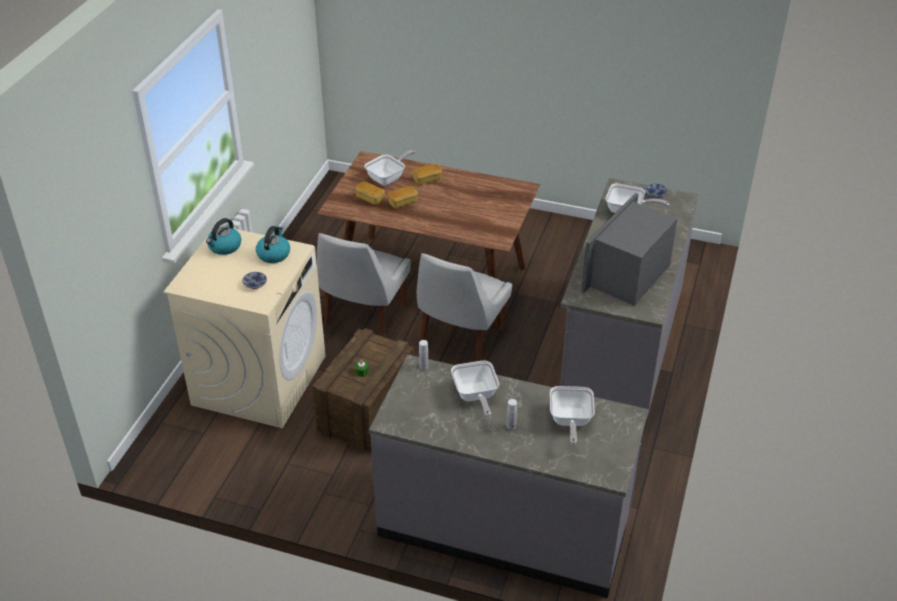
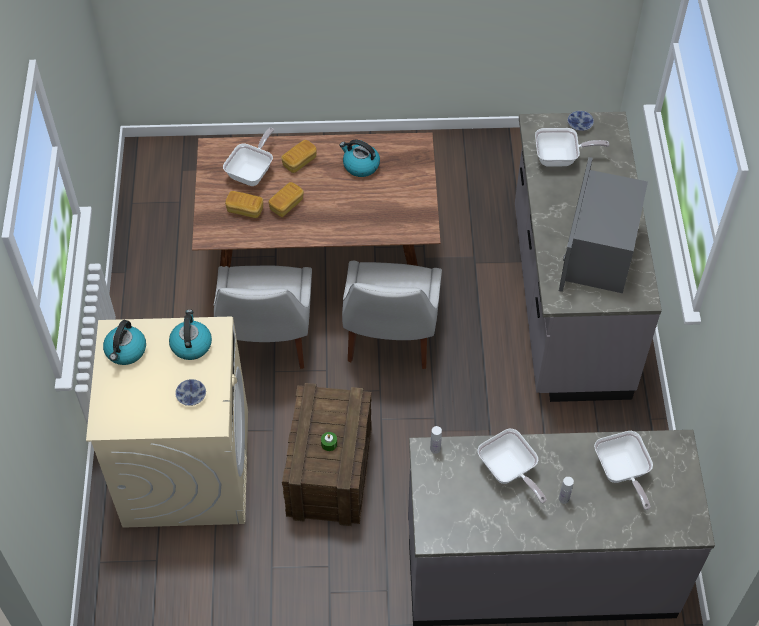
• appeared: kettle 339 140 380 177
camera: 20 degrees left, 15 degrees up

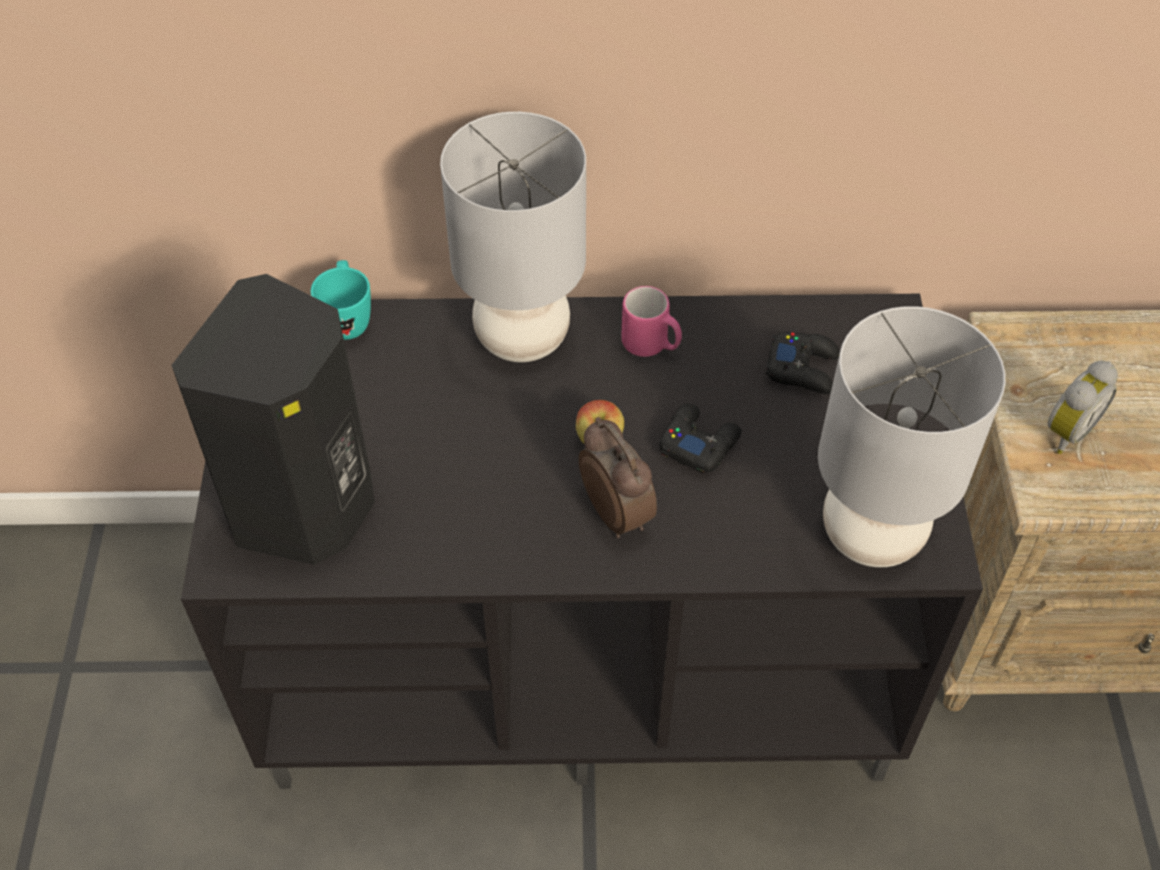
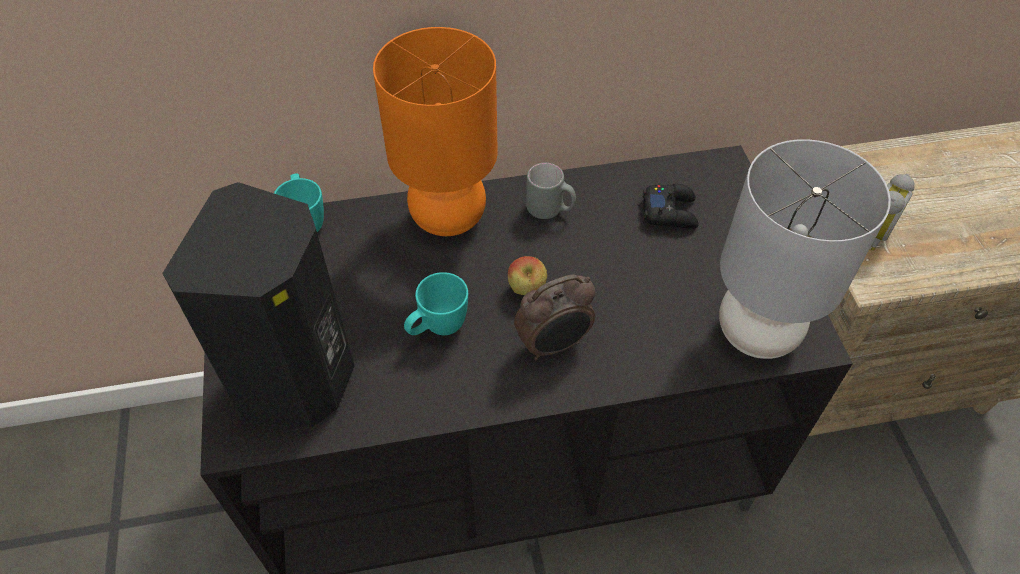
• colour: table lamp/grey 440 112 586 362 to table lamp/orange 373 27 498 236
• colour: mug/pink 621 286 682 357 to mug/grey 526 163 576 219
• missing: game controller/black 659 404 742 473
• spun: alarm clock 579 417 657 538 = 514 274 595 360 105 degrees clockwise
• appeared: mug/turquoise 404 272 468 335
camera: 10 degrees left, 0 degrees up

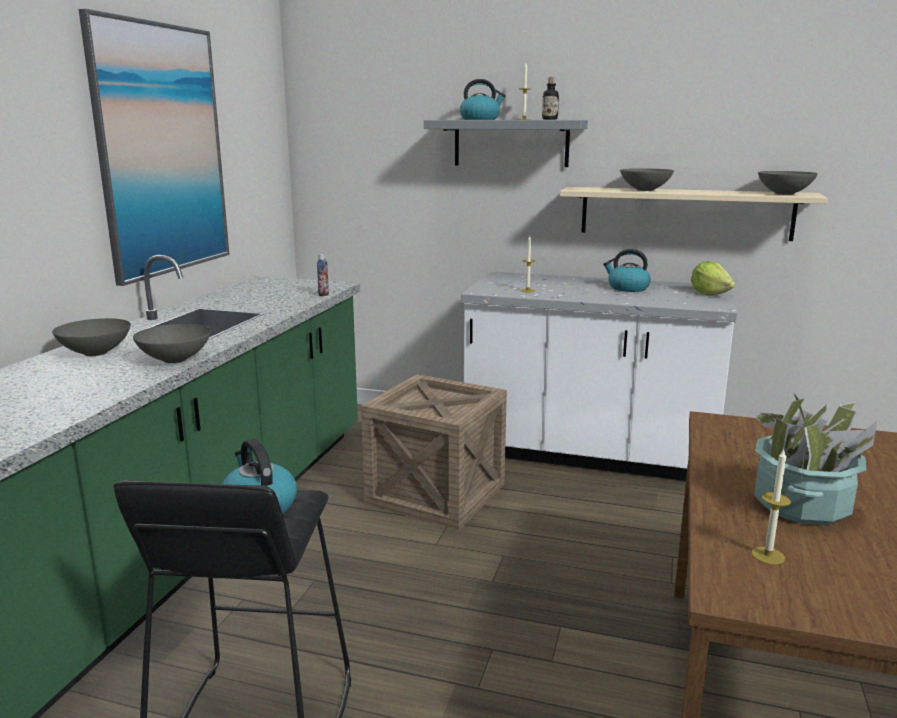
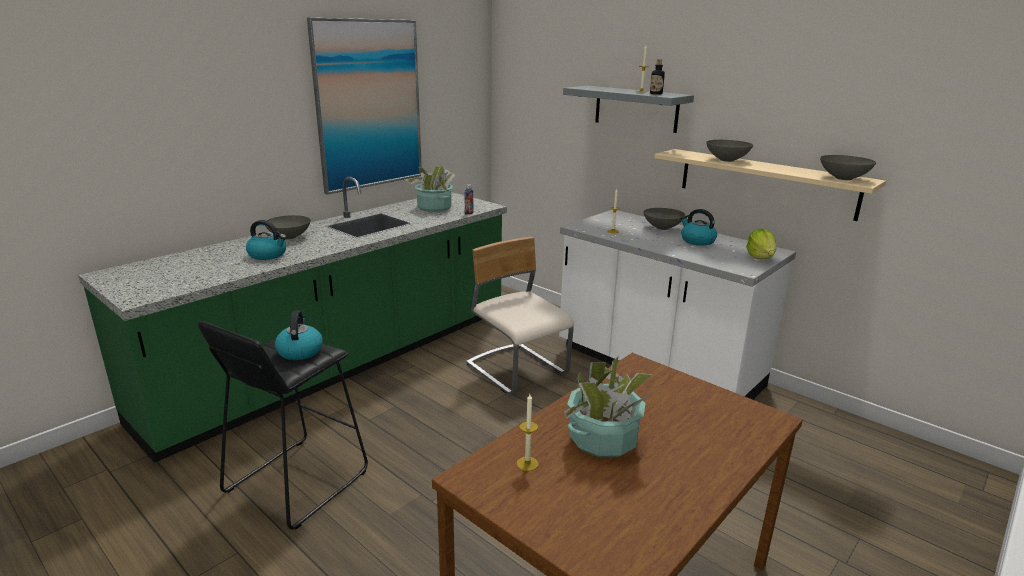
• relocated: kettle 460 79 506 120 to 246 220 286 260
• relocated: bowl/grey 133 324 211 363 to 643 208 685 230
• exchanged: crate 361 374 507 530 to chair/beige 466 237 574 395
• appeared: potted plant 404 166 455 212
camera: 25 degrees right, 5 degrees up

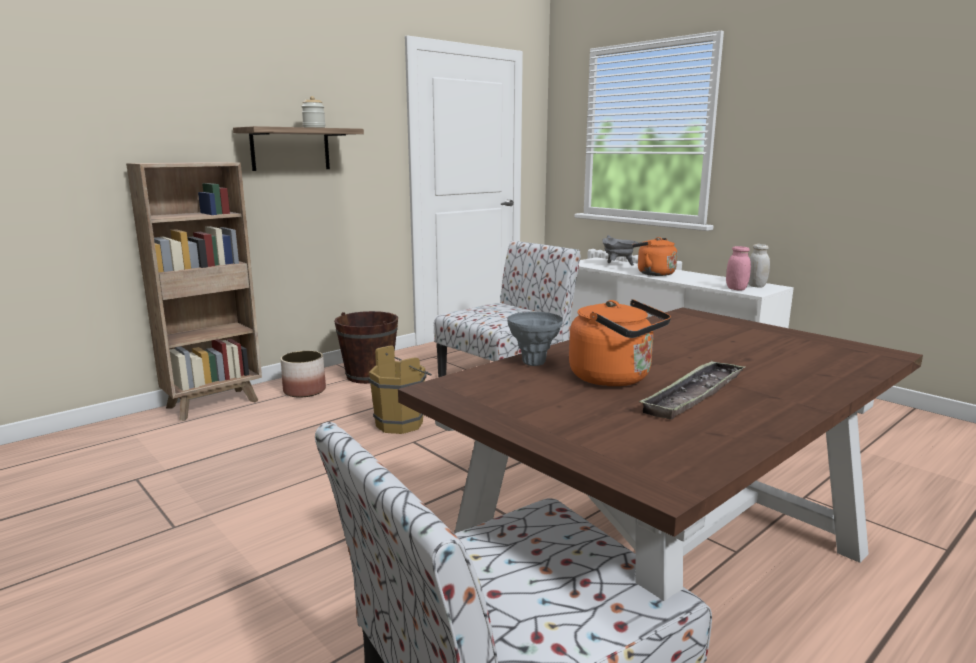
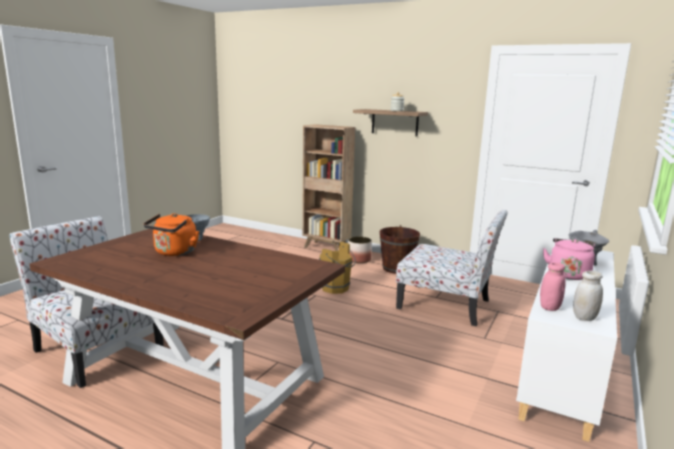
• colour: kettle/orange 632 237 677 276 to kettle/pink 543 238 595 280
• missing: tray 639 360 746 420
camera: 70 degrees right, 0 degrees up

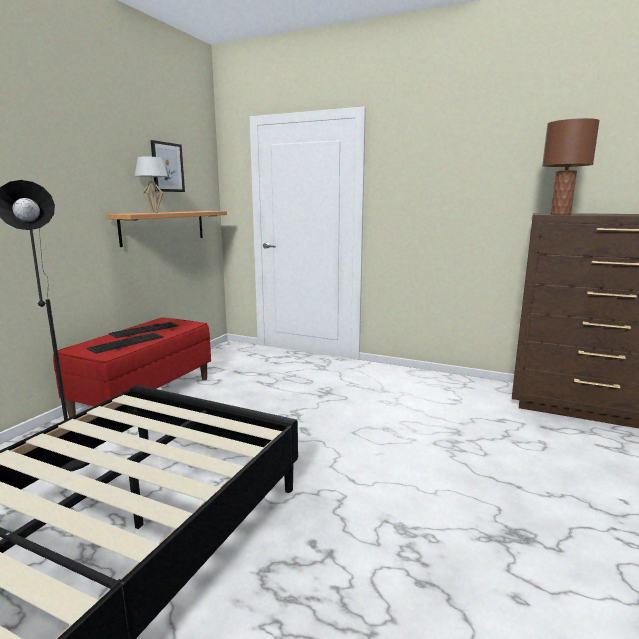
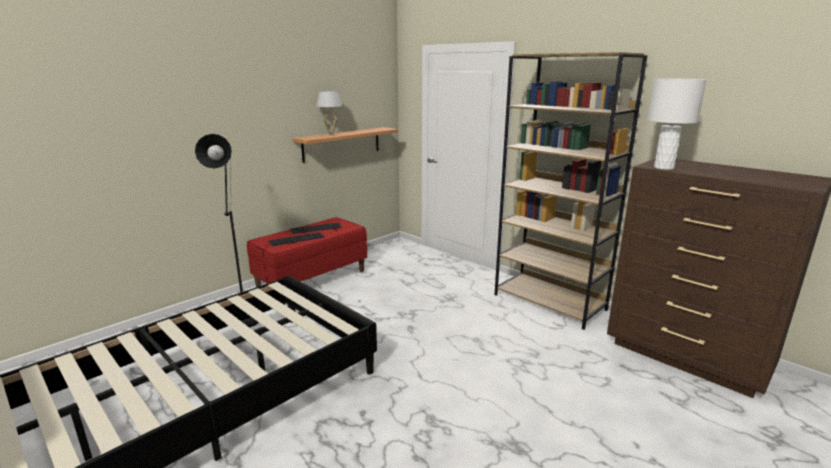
• colour: table lamp/brown 542 118 600 215 to table lamp/white 648 79 707 170
• missing: picture 151 140 185 192
• appeared: bookcase/brown 494 52 647 330
camera: 20 degrees right, 5 degrees up

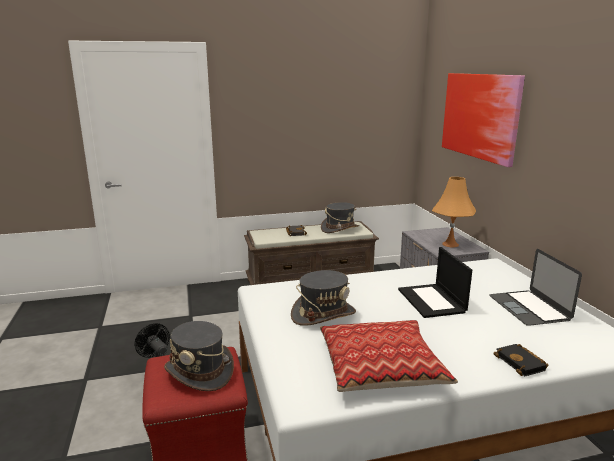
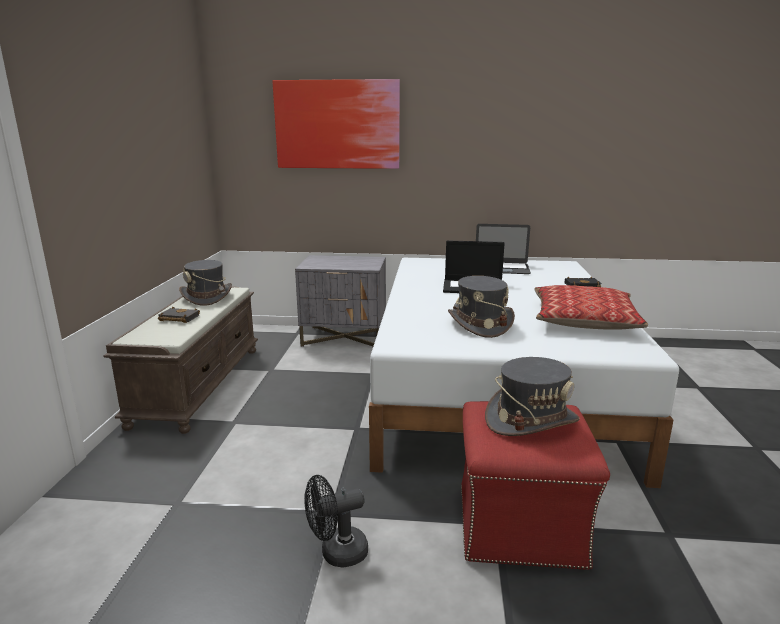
• missing: table lamp/orange 432 177 476 248
camera: 70 degrees left, 0 degrees up

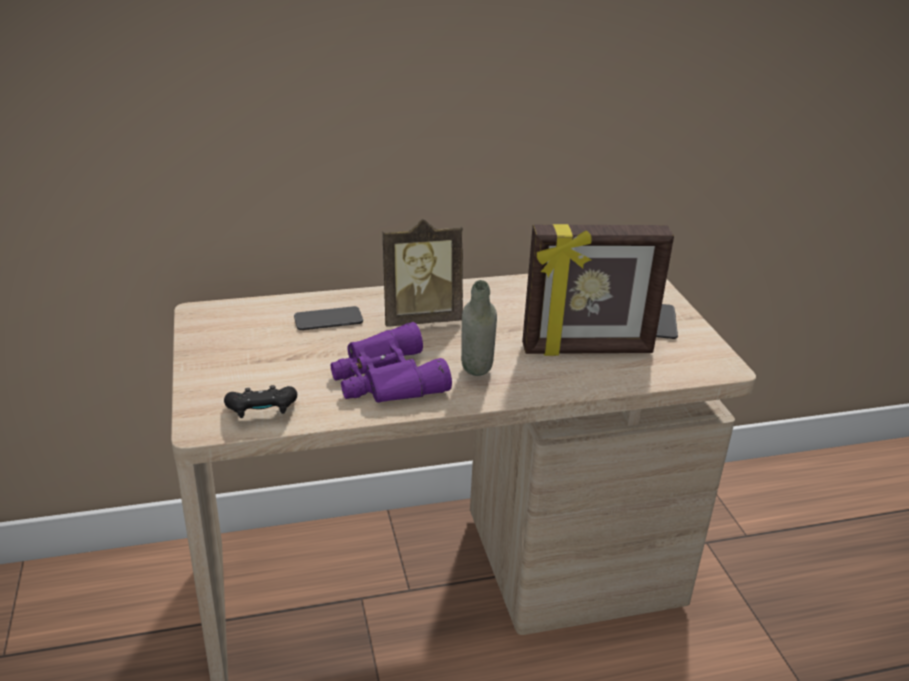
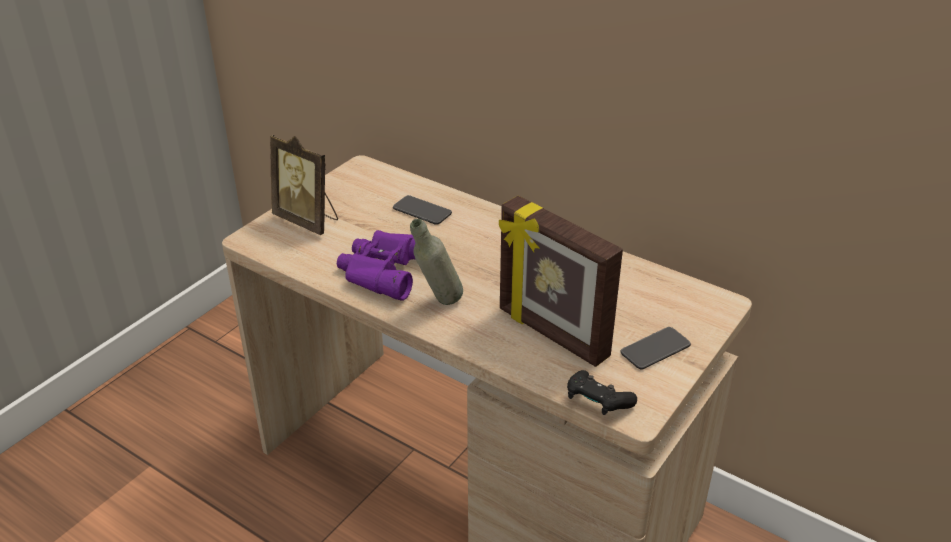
• relocated: picture frame 383 219 463 327 to 270 135 338 235
• relocated: game controller/black 224 385 297 418 to 567 370 637 415
camera: 50 degrees right, 5 degrees up

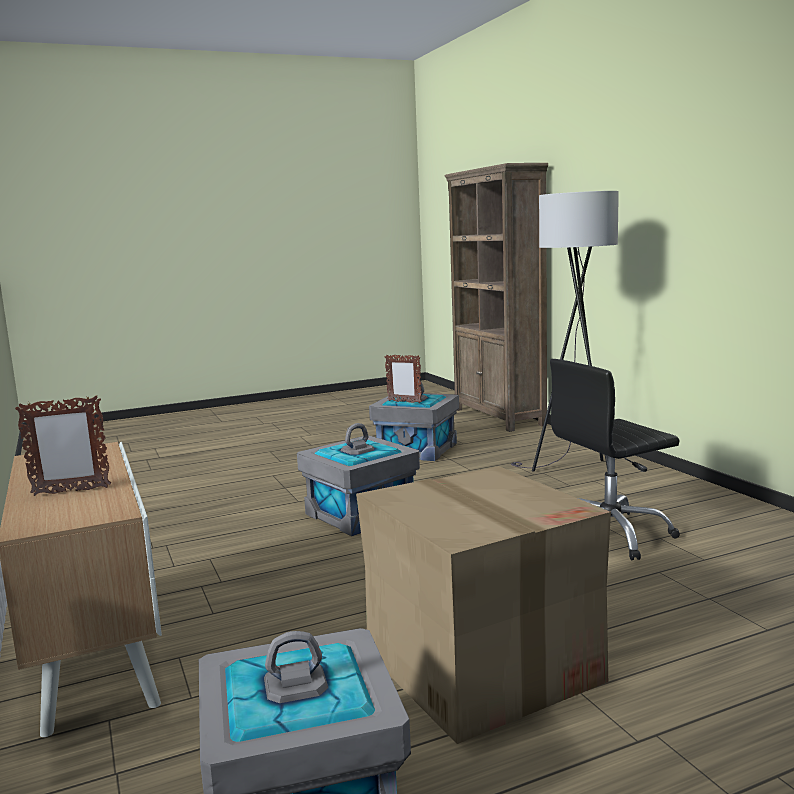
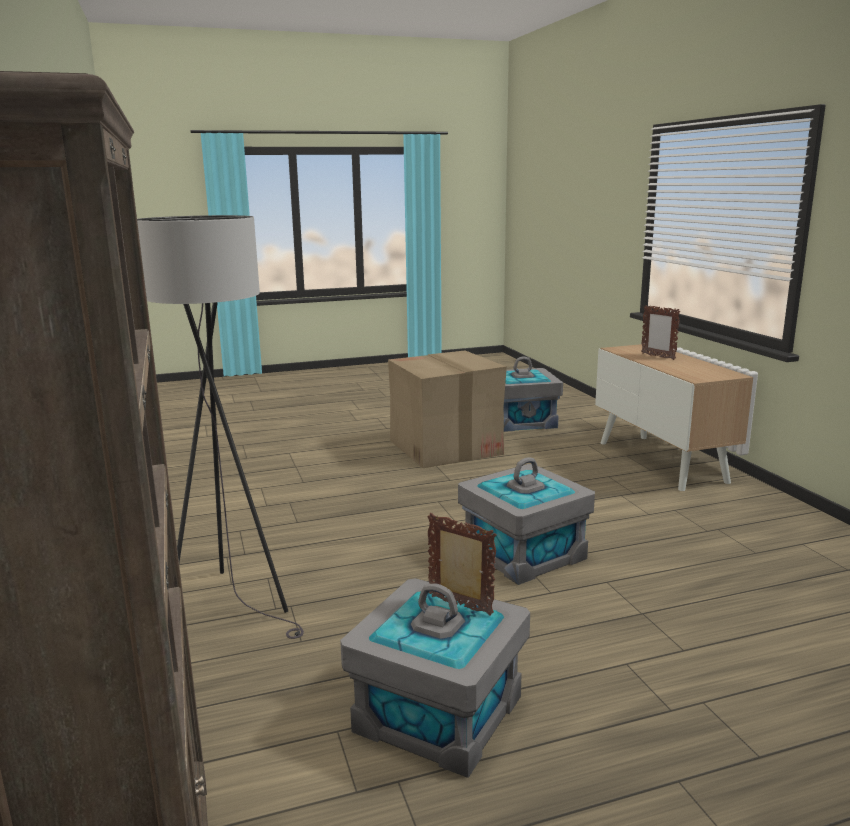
• missing: office chair/black 550 359 680 560
• spun: picture frame 15 395 111 496 = 641 305 680 360 120 degrees counterclockwise
camera: 175 degrees left, 5 degrees up

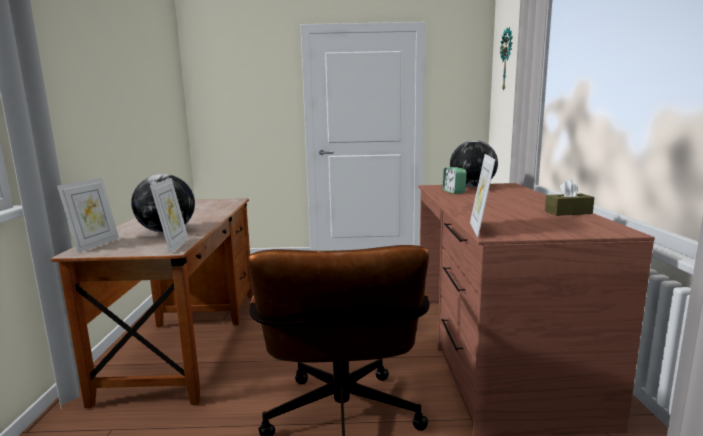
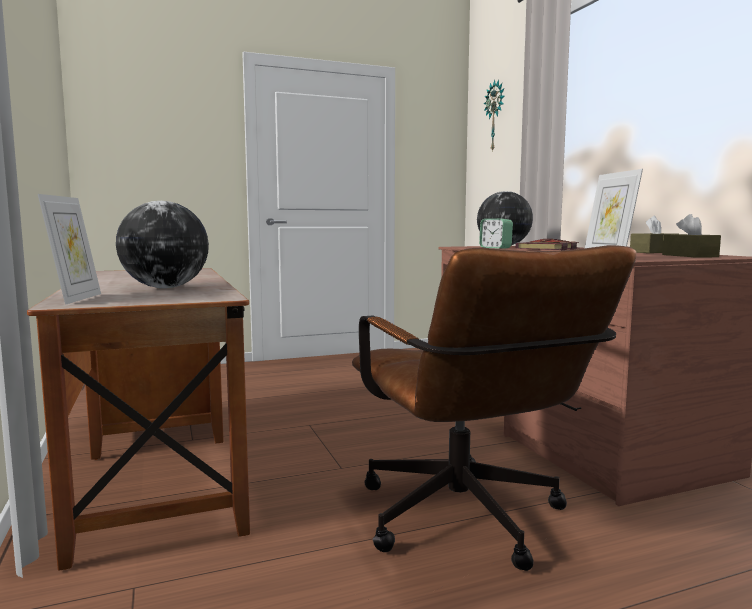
• missing: picture frame 150 178 189 253
• appeared: tissue box/brown 662 214 721 258
• appeared: book 515 239 580 250
camera: 20 degrees left, 5 degrees down

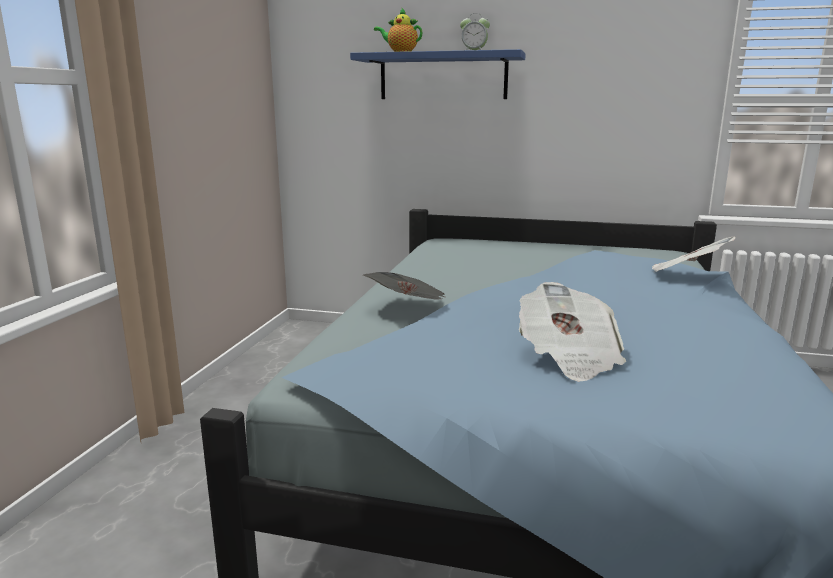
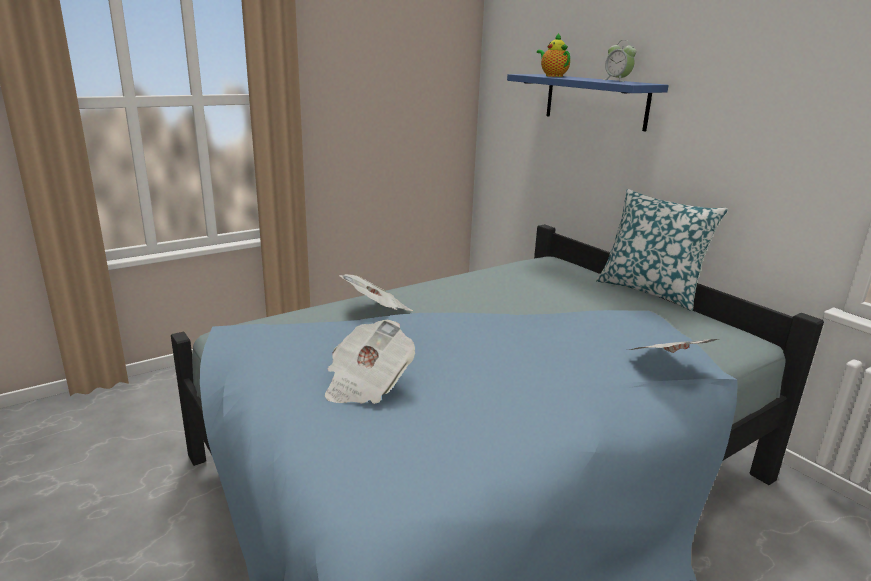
• appeared: pillow 596 189 728 311
camera: 40 degrees right, 5 degrees up

